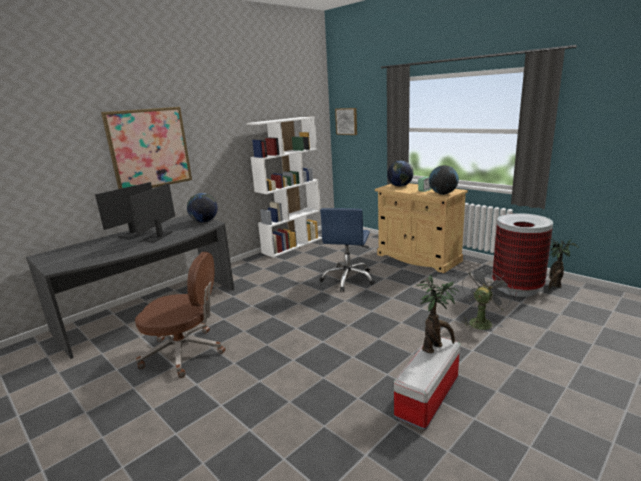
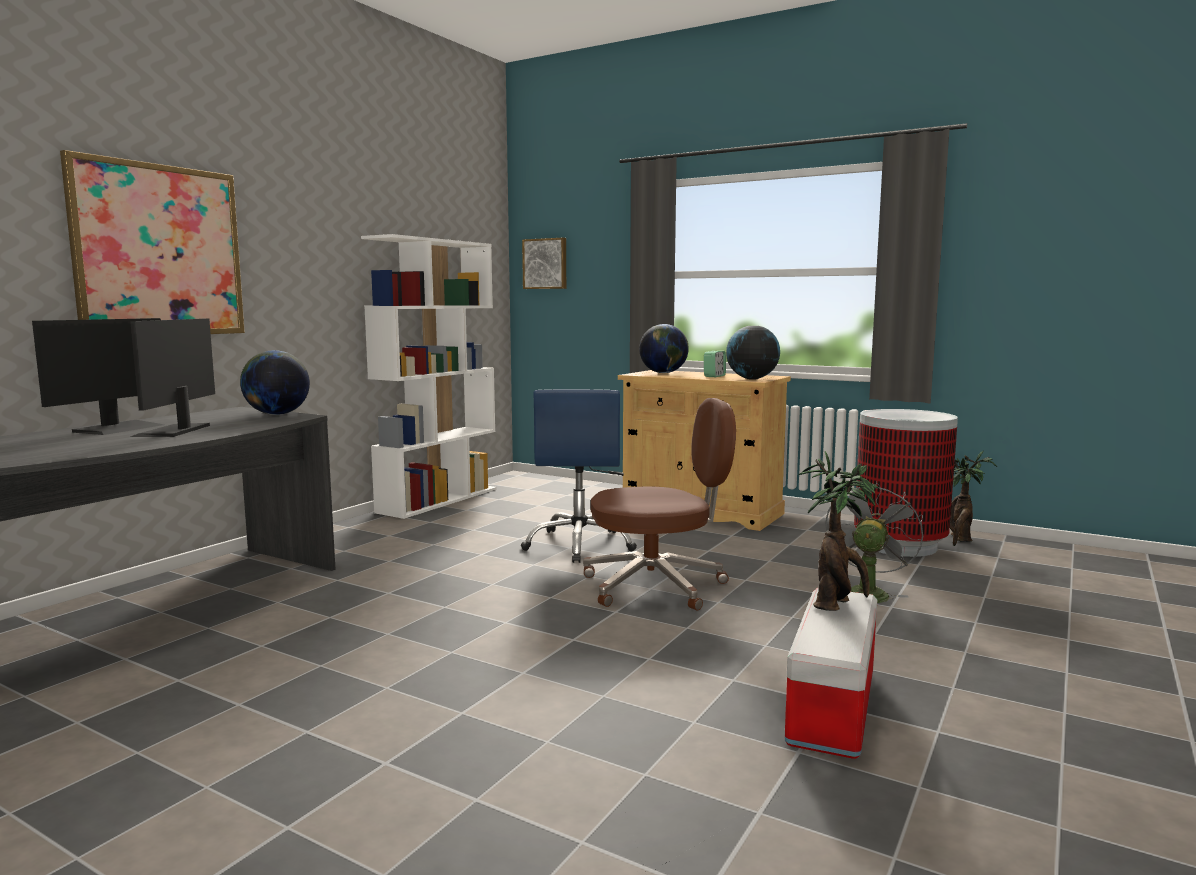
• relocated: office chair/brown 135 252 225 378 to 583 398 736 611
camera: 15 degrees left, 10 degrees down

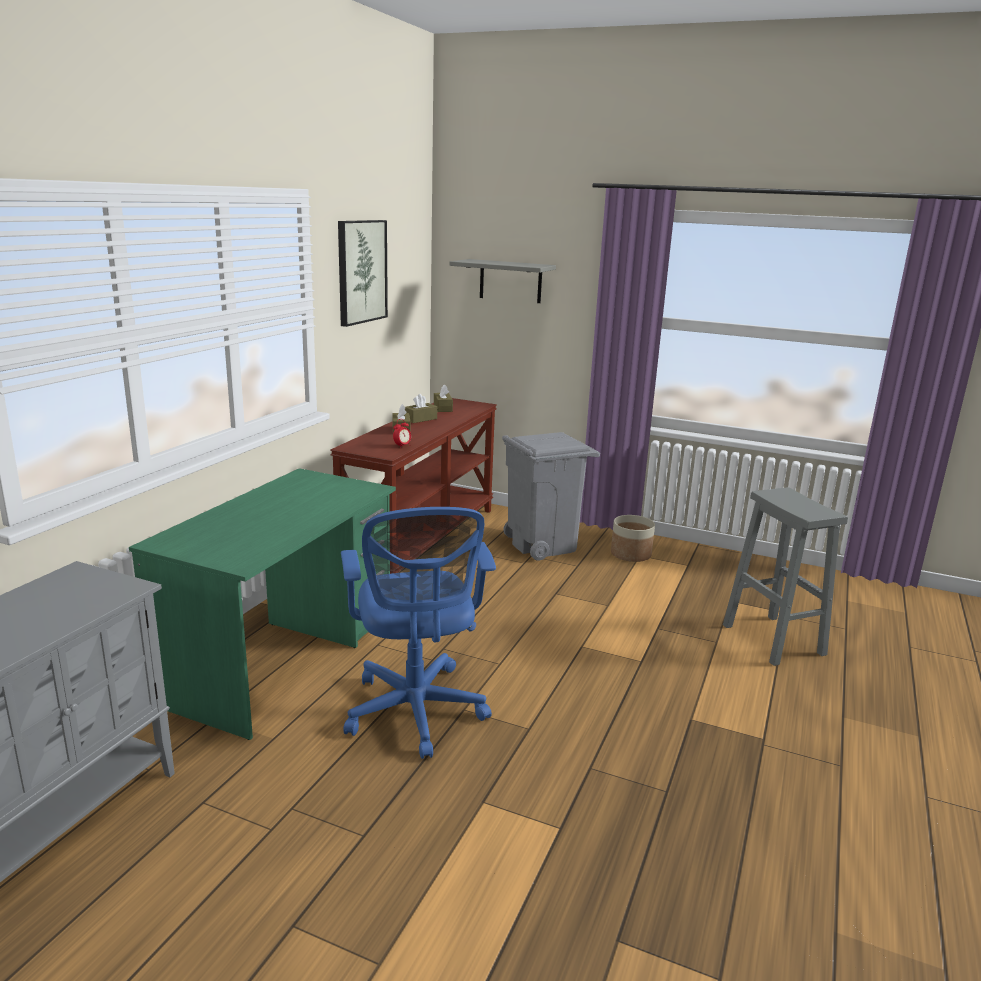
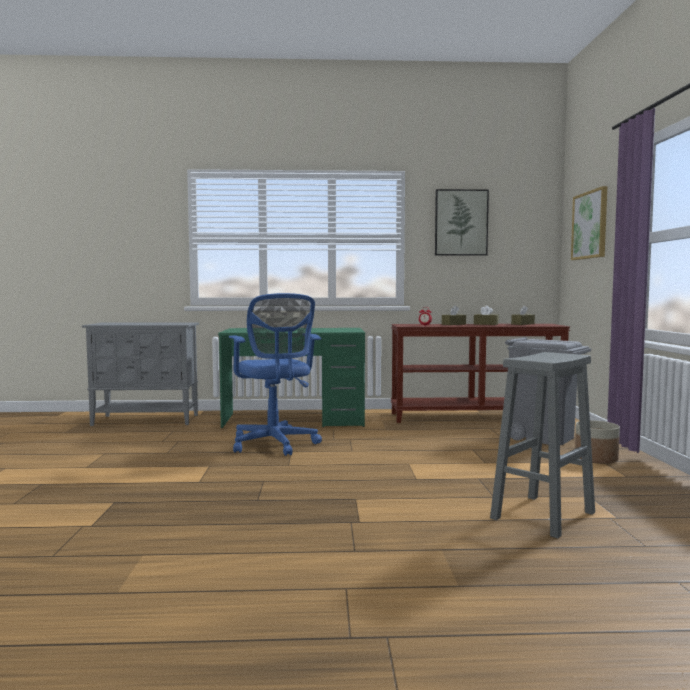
• exchanged: shelf/grey 450 259 556 303 to picture 571 186 607 260
• spun: office chair/blue 341 507 496 759 = 229 293 322 456 75 degrees counterclockwise
camera: 65 degrees right, 15 degrees down

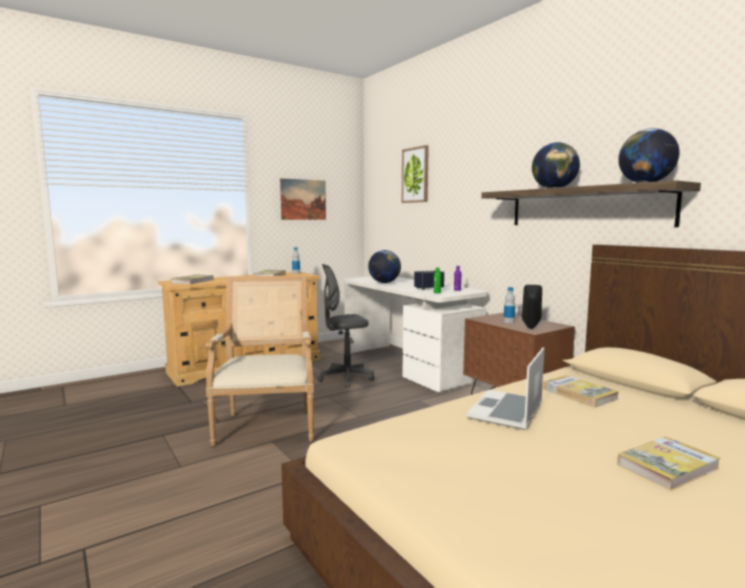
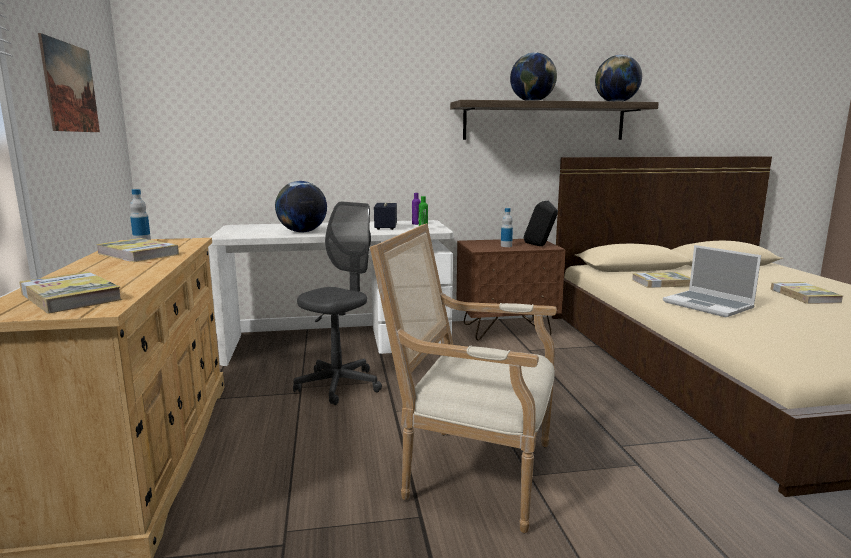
• missing: picture 402 145 429 203
• spun: office chair/grey 318 264 374 388 = 293 201 382 405 150 degrees counterclockwise
camera: 65 degrees left, 5 degrees up

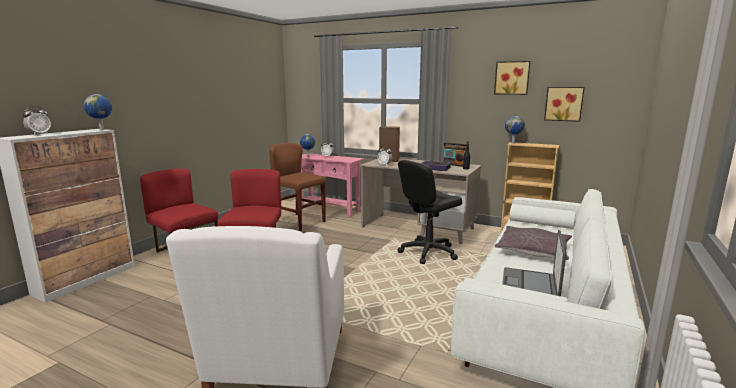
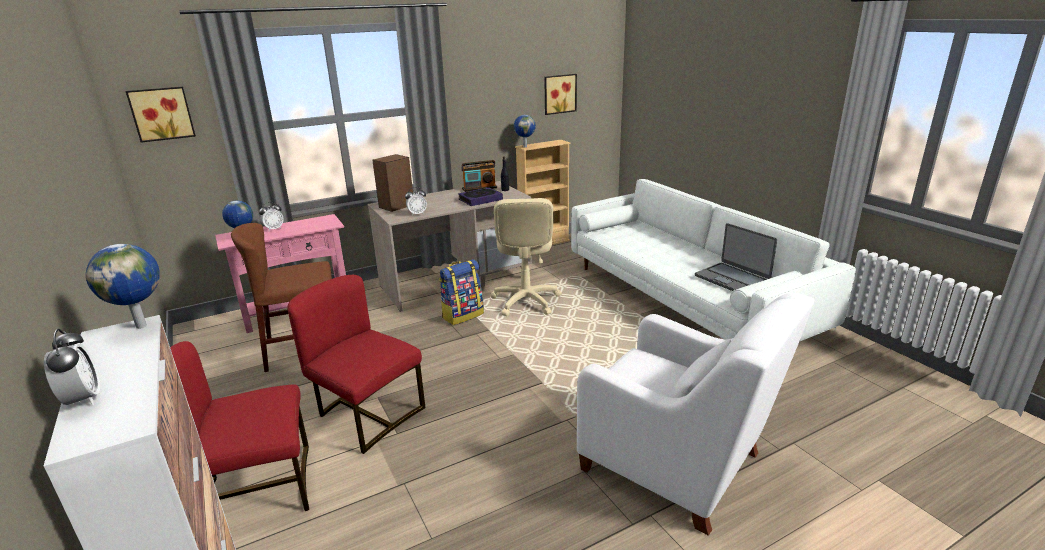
• relocated: picture 494 61 530 95 to 126 87 196 143
• colour: office chair/black 397 160 462 264 to office chair/beige 490 198 562 316
• missing: pillow/grey 494 226 572 260
• appeared: backpack 439 259 484 325
camera: 55 degrees left, 10 degrees up

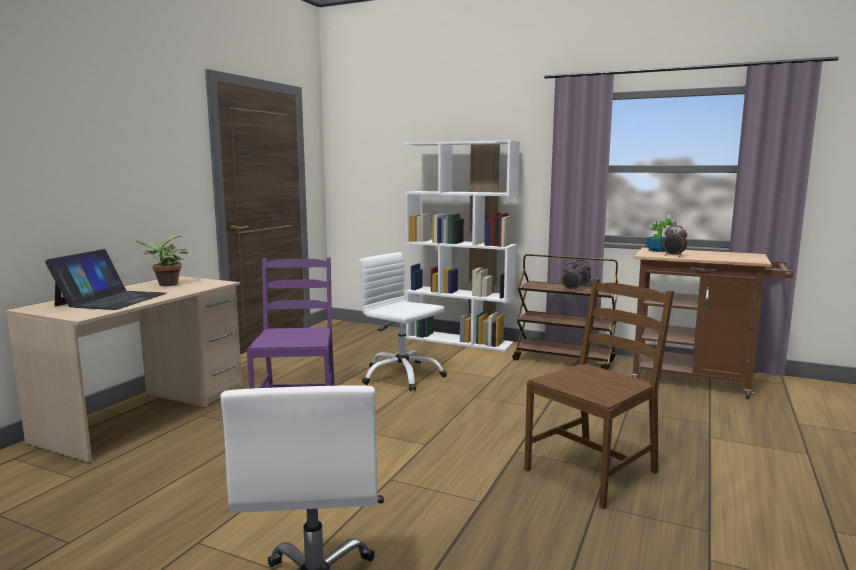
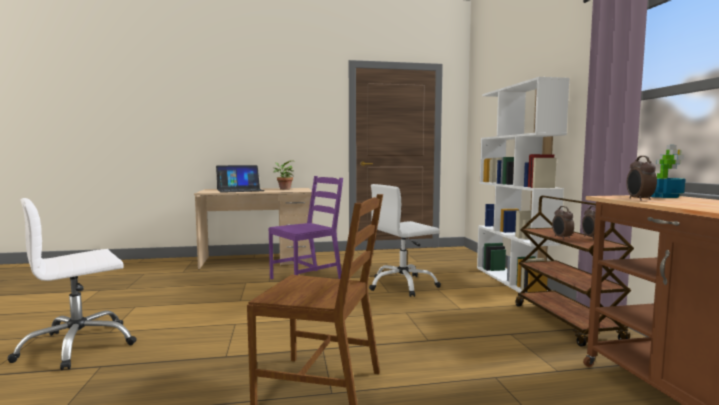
• spun: office chair/white 359 252 447 391 = 369 184 441 297 120 degrees counterclockwise
camera: 55 degrees right, 5 degrees down

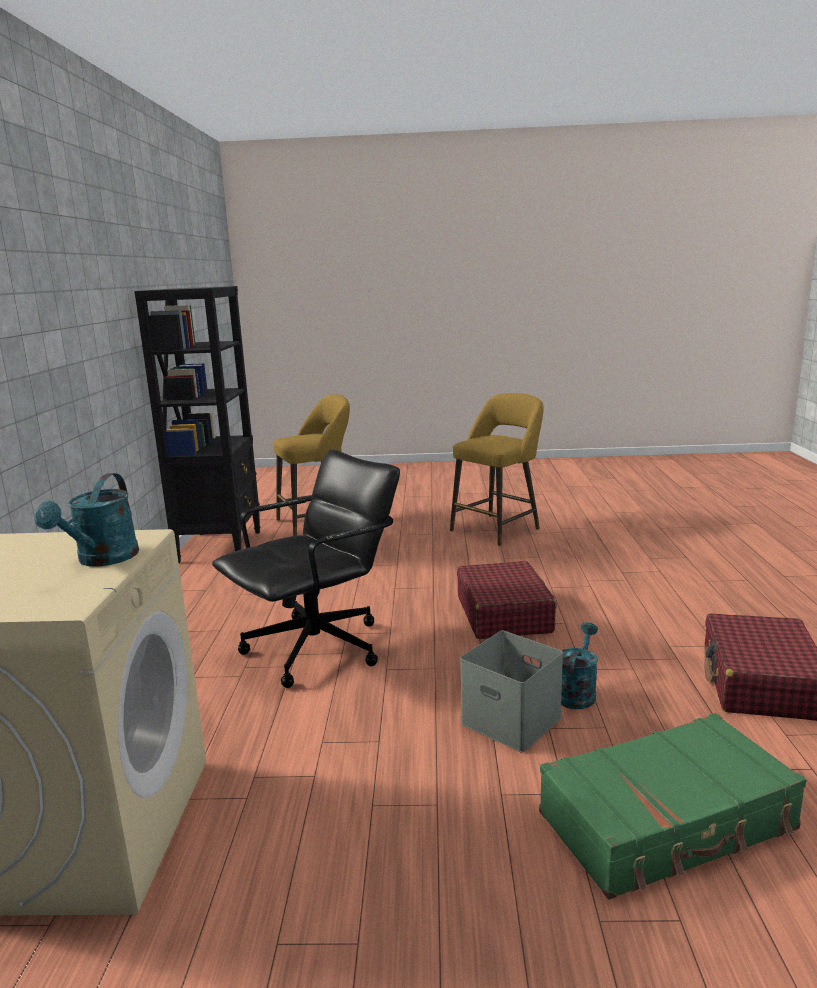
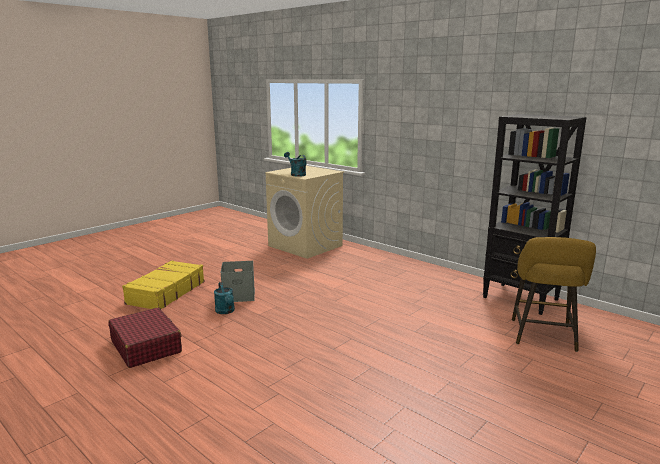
• missing: stool/yellow 450 393 544 546
• missing: office chair/black 212 449 400 688
• missing: suitcase/red 457 561 557 639
• colour: suitcase/green 539 713 807 900 to suitcase/yellow 122 260 205 310
camera: 130 degrees right, 0 degrees up

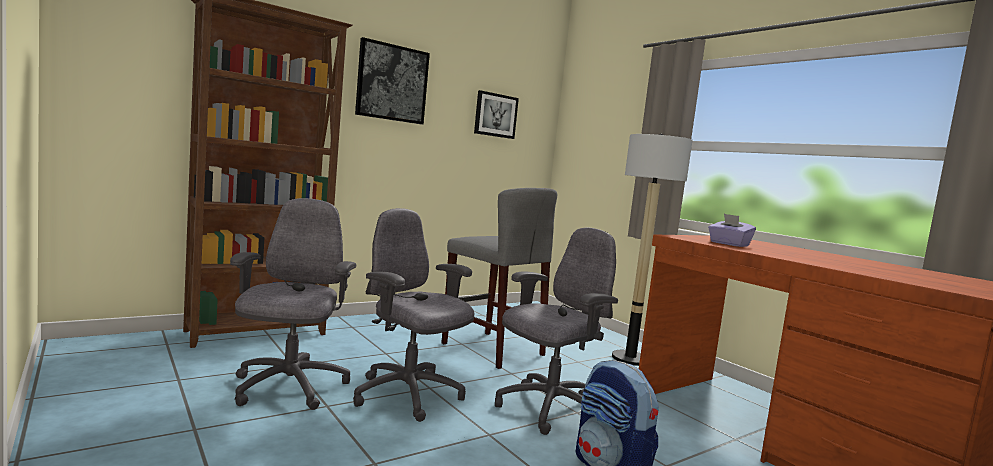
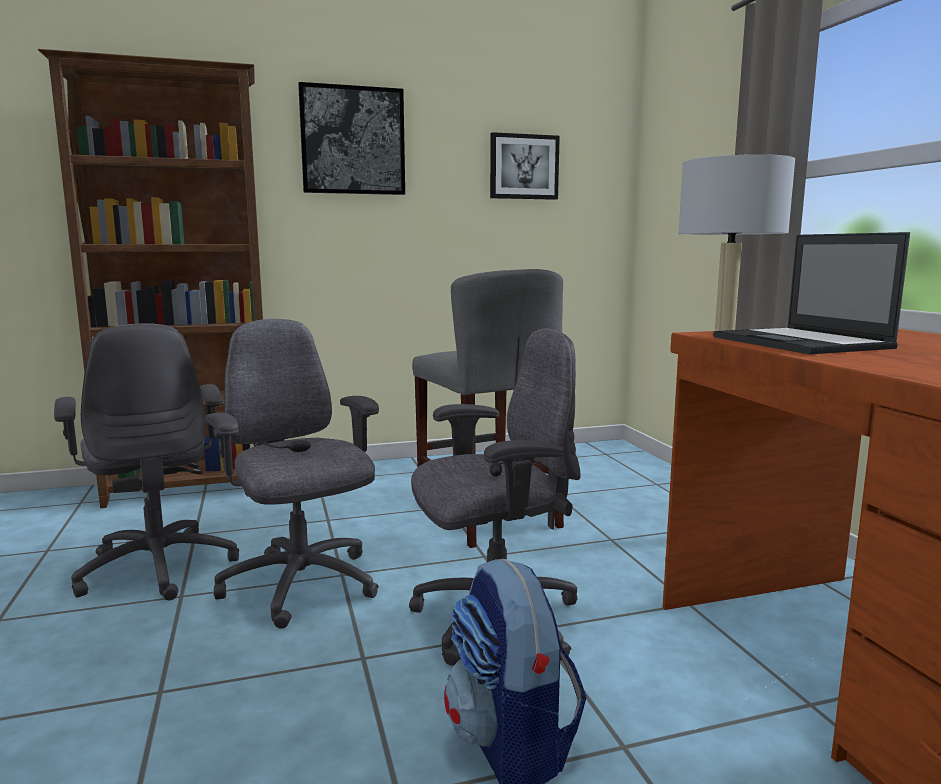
• spun: office chair/grey 230 198 356 410 = 54 323 239 600 135 degrees clockwise
• exchanged: tissue box/purple 708 214 756 247 to laptop 713 232 910 354
camera: 20 degrees right, 5 degrees up

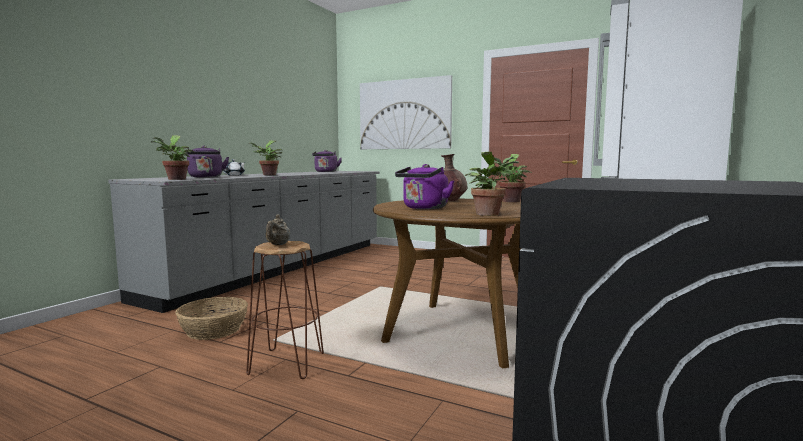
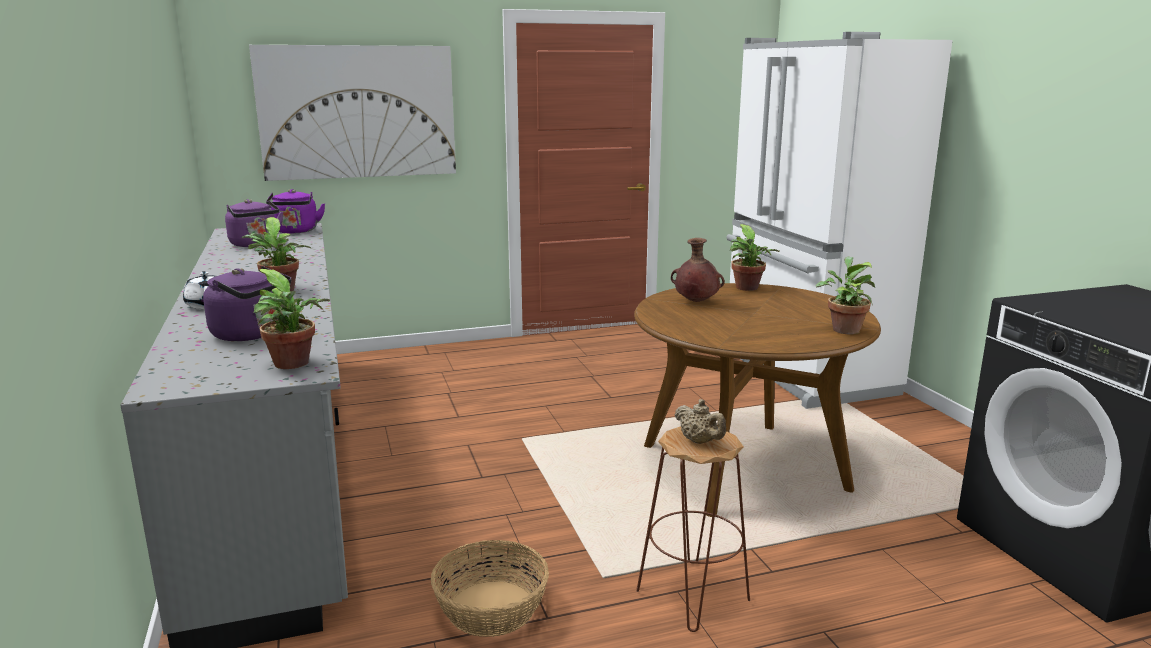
• relocated: kettle/purple 395 164 454 209 to 266 189 325 234
camera: 45 degrees left, 10 degrees up

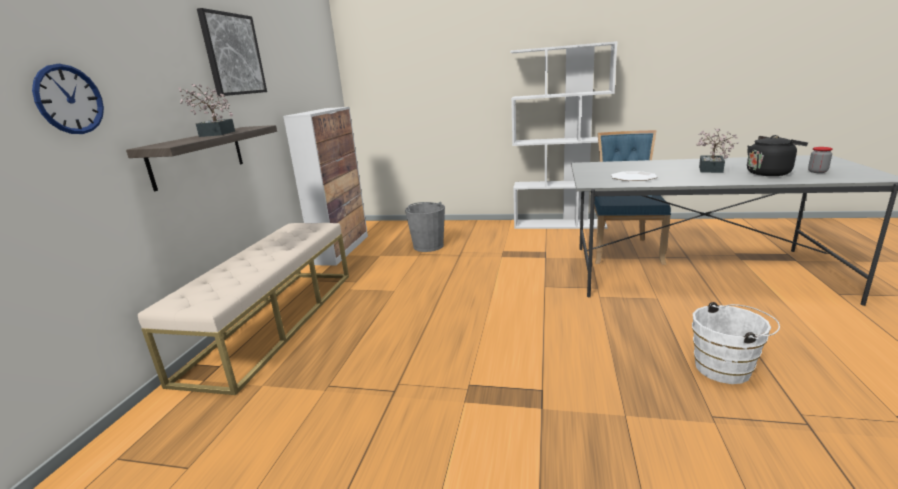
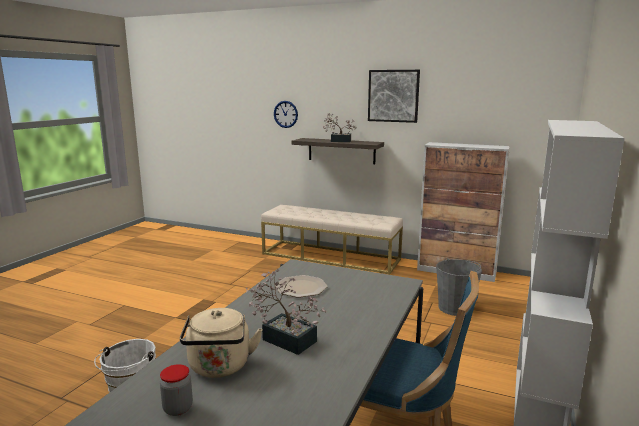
• colour: kettle/black 747 135 808 176 to kettle/beige 180 308 263 378
camera: 100 degrees right, 5 degrees down

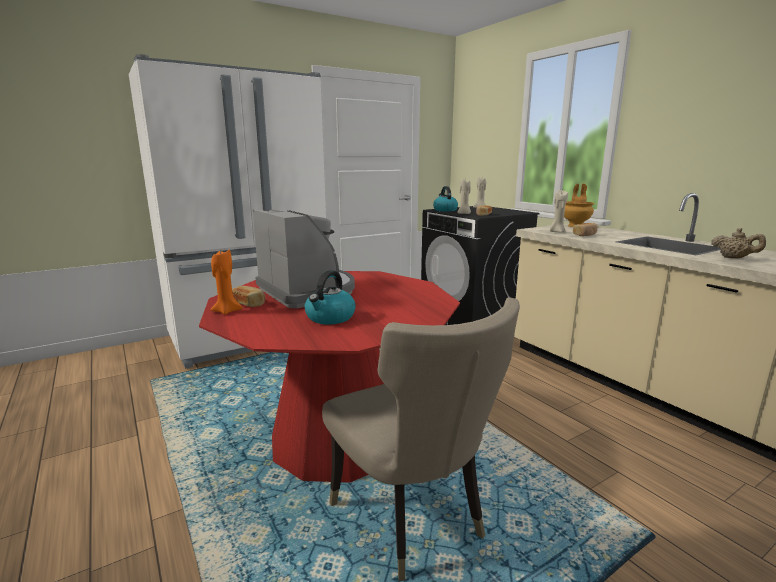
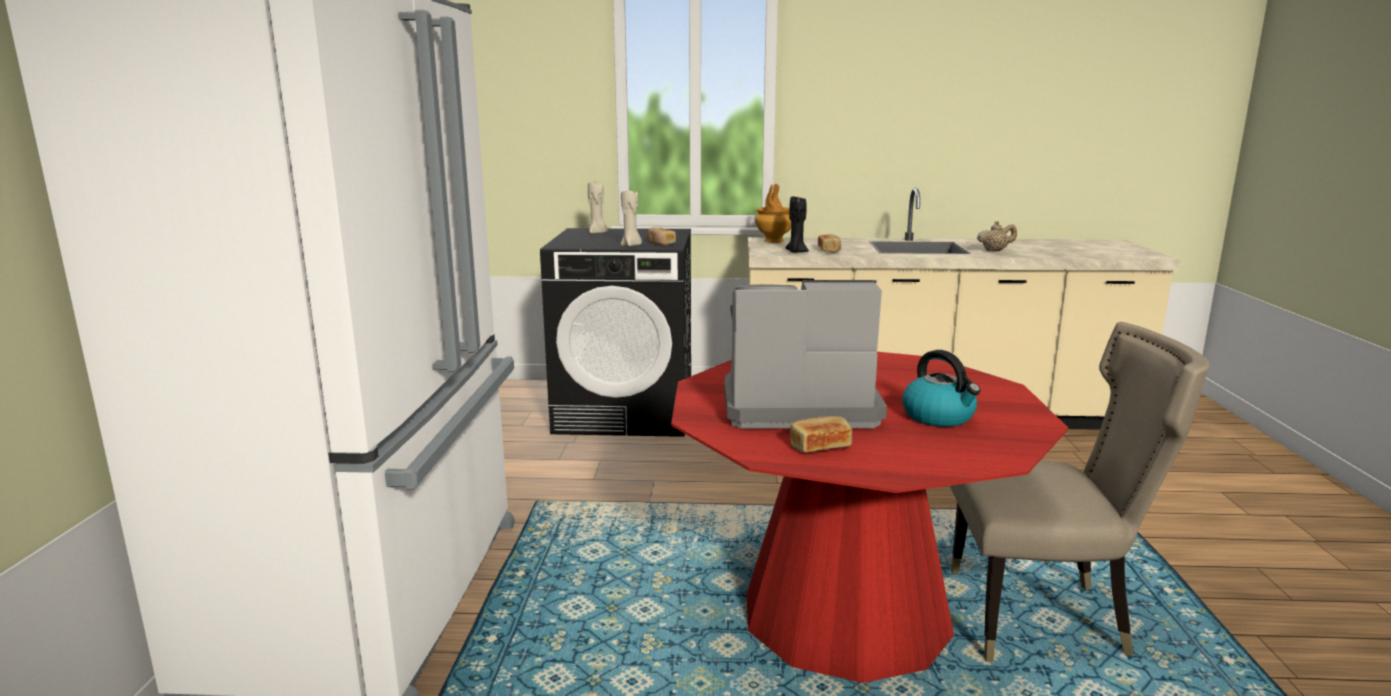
• missing: kettle 433 186 458 212
• colour: candle/beige 550 190 568 232 to candle/black 786 196 809 253
• missing: candle/orange 210 250 243 315
camera: 55 degrees left, 0 degrees up

